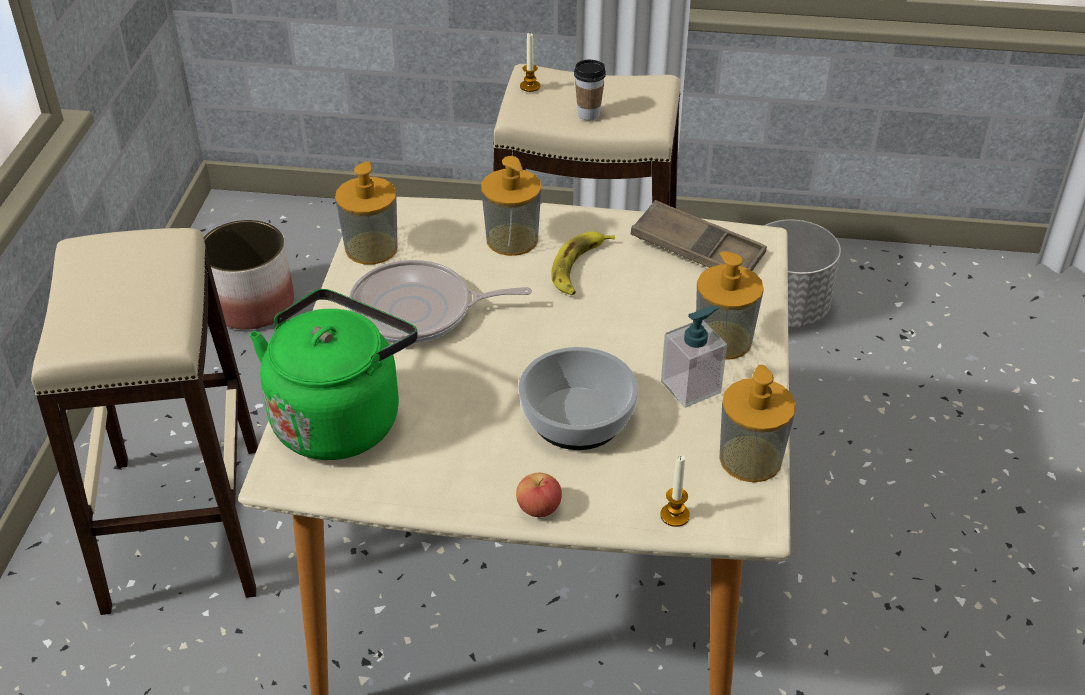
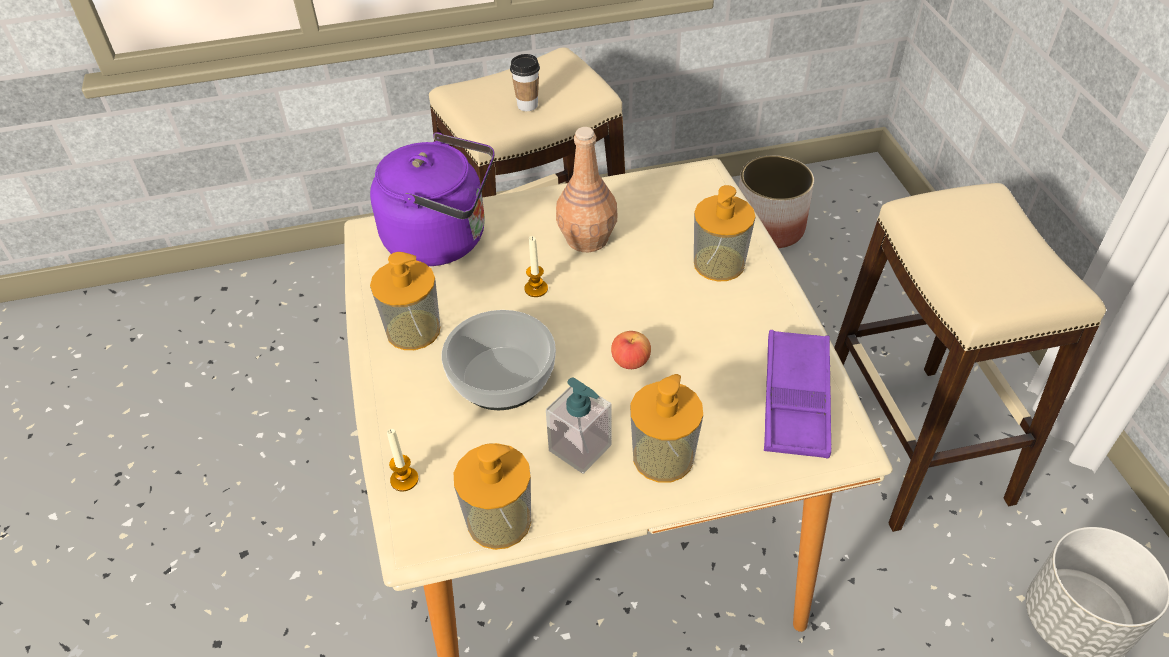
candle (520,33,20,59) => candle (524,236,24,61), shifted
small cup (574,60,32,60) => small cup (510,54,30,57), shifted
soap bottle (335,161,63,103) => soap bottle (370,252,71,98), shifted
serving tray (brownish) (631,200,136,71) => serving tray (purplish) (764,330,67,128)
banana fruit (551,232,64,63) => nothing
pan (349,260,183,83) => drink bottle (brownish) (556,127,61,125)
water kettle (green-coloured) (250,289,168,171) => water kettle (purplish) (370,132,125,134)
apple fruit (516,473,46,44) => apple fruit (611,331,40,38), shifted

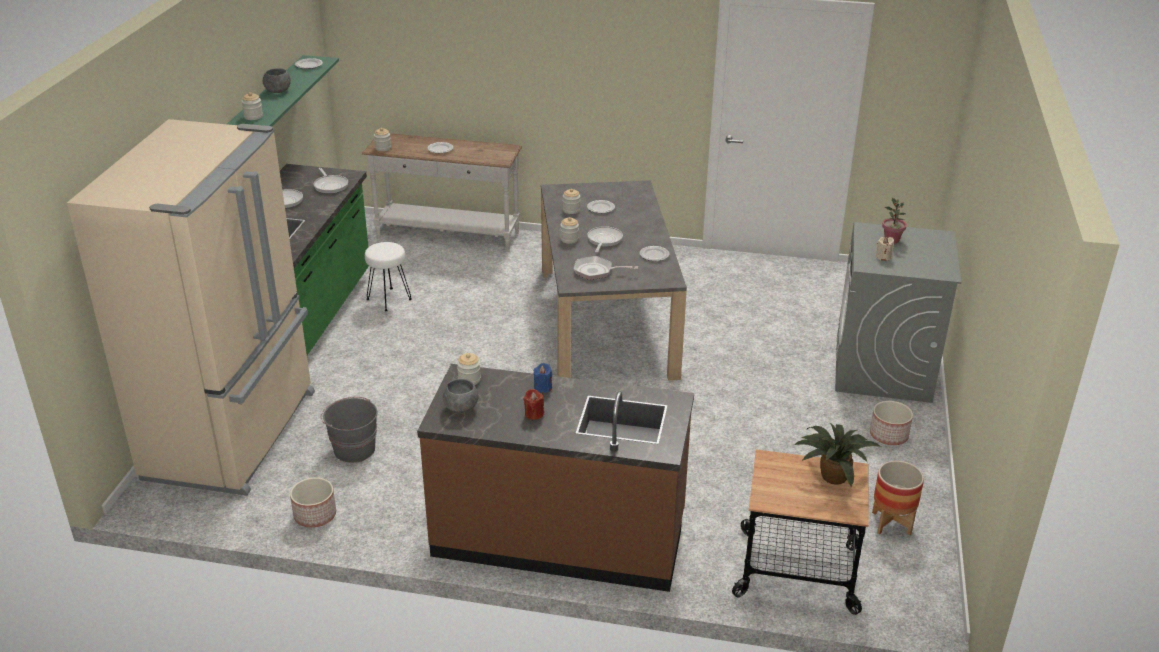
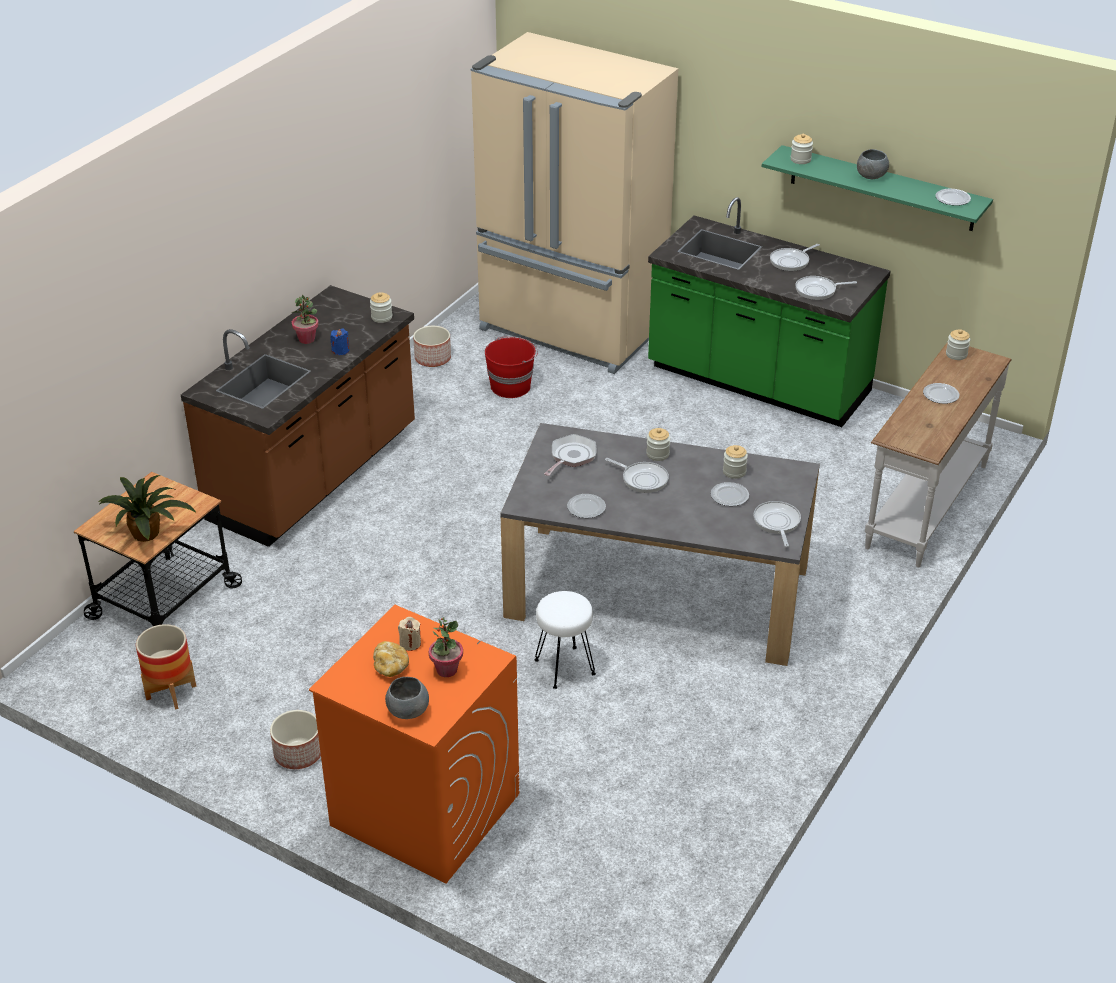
laundry appliance (grey) (835,222,126,181) => laundry appliance (orange-coloured) (309,605,210,278)
stool (whitish) (365,242,47,69) => stool (whitish) (535,591,61,98), shifted
deep dish (grey) (443,379,36,34) => deep dish (grey) (385,677,44,42), shifted
candle (red-coloured) (523,389,21,31) => houseplant (292,295,27,49)
water bucket (grey) (321,397,56,66) => water bucket (red-coloured) (485,336,53,62)
nothing => pan (753,501,48,46)
nothing => baked bread (373,641,36,36)

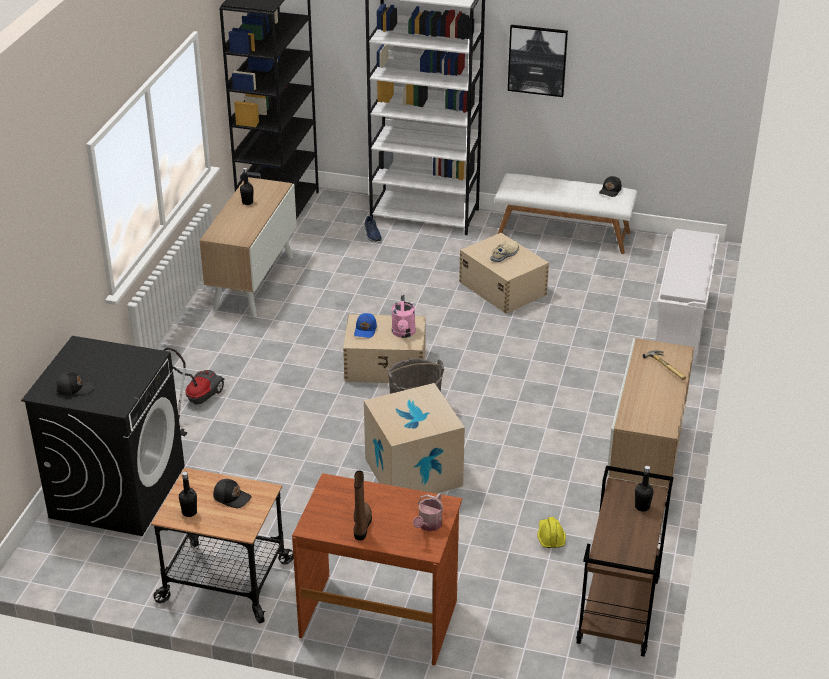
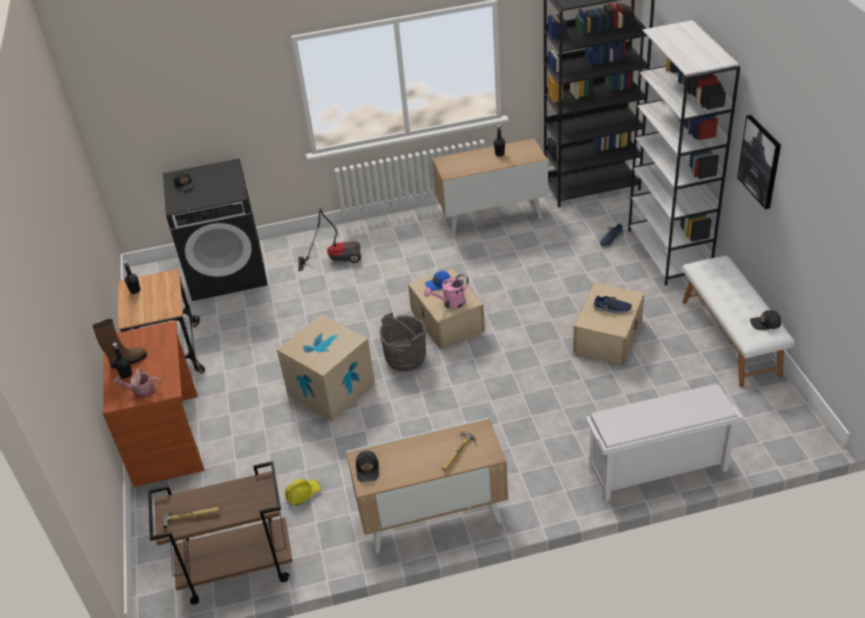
item of footwear (beige) (491,241,28,21) => item of footwear (bluish) (593,296,39,18)
drink bottle (blackish) (635,466,19,46) => drink bottle (blackish) (112,343,20,36), shifted
peaked cap (blackish) (213,479,38,29) => peaked cap (blackish) (356,451,23,31), shifted
nothing => hammer (163,506,57,23)

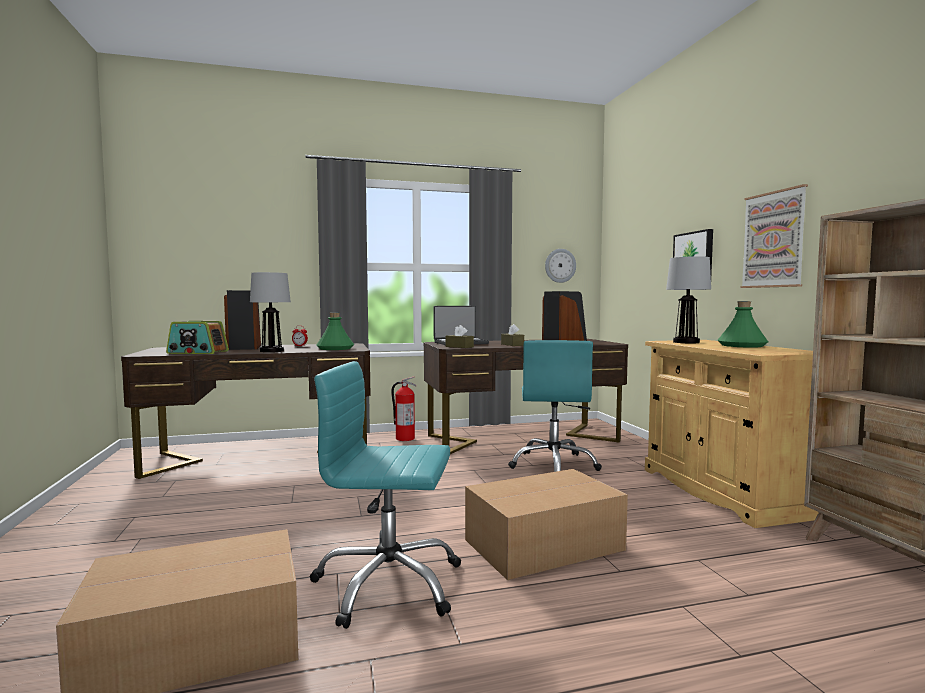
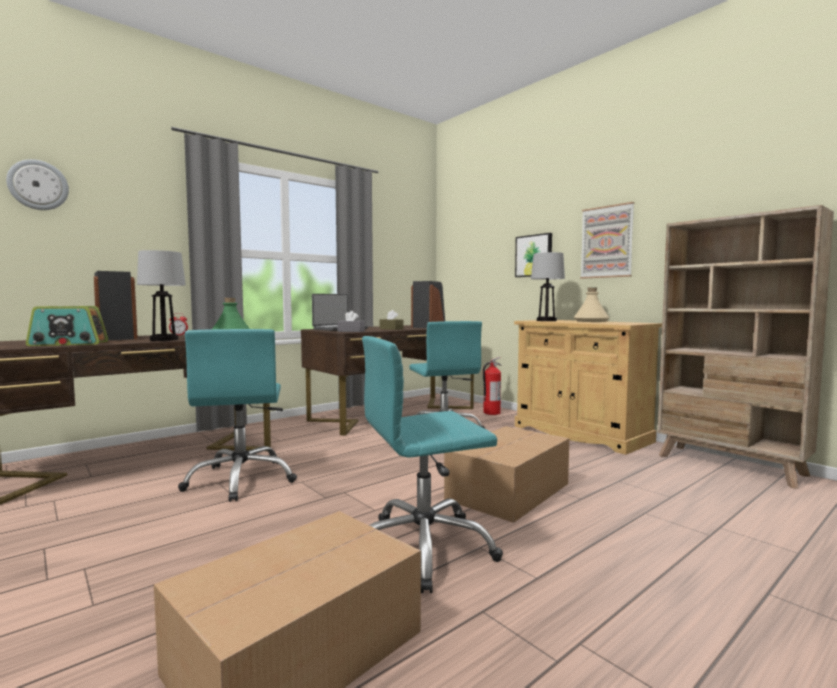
hanging clock (545,249,31,34) => hanging clock (6,159,63,51), shifted
drink bottle (green-coloured) (718,301,50,47) => drink bottle (beige) (573,288,37,34)
box of tissues (brownish) (446,325,28,23) => box of tissues (grey) (337,311,28,21)
fire extinguisher (391,376,26,65) => fire extinguisher (483,357,19,58), shifted
nothing => computer chair (turquoise) (178,329,119,173)

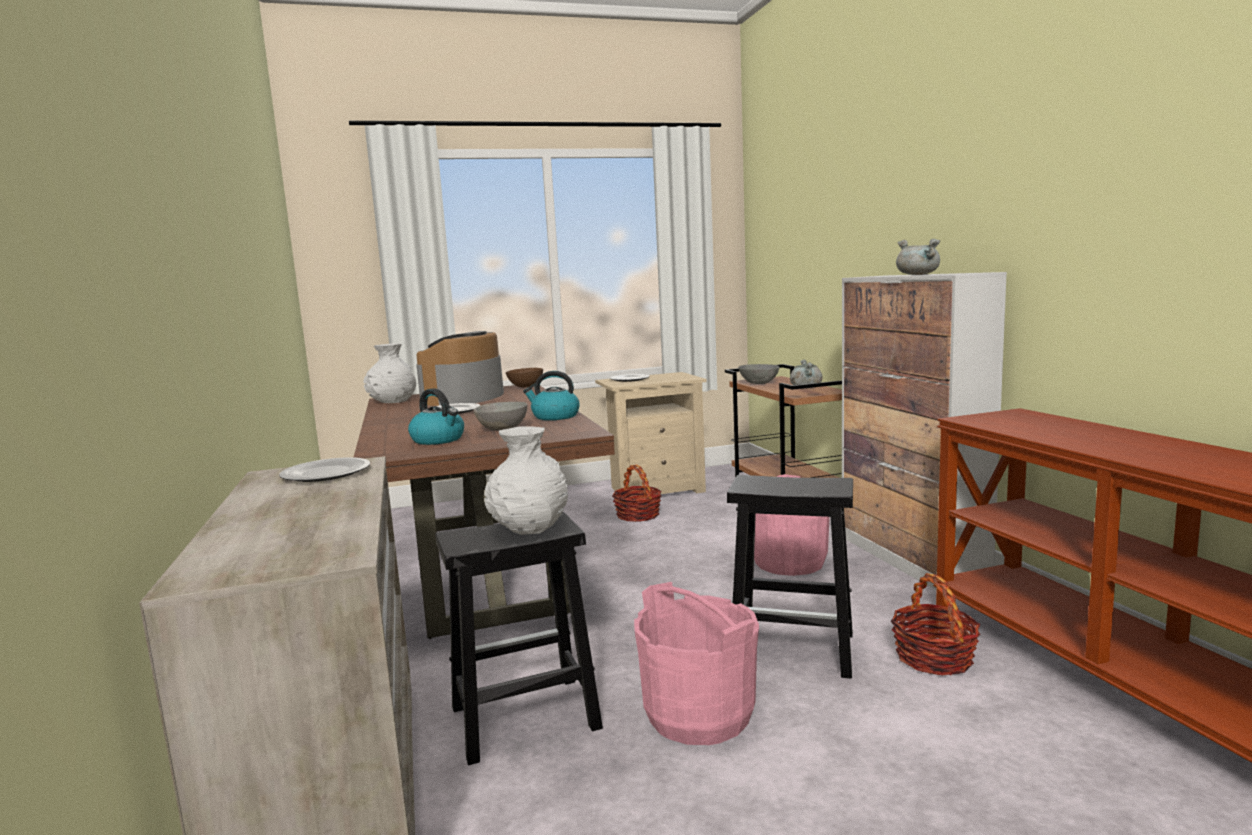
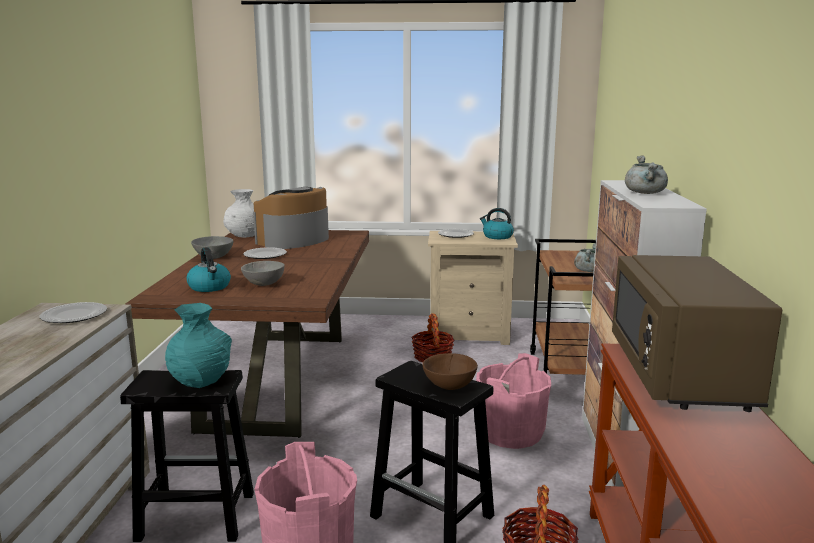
deep dish (grey) (738,364,41,20) => deep dish (grey) (191,236,42,23), shifted
deep dish (brownish) (506,368,37,20) => deep dish (brownish) (422,353,56,37), shifted
water kettle (523,371,57,49) => water kettle (480,208,34,31), shifted
decorative vase (whitish) (484,426,84,109) => decorative vase (turquoise) (165,303,67,85)
nothing => kitchen microwave (brownish) (612,255,170,157)

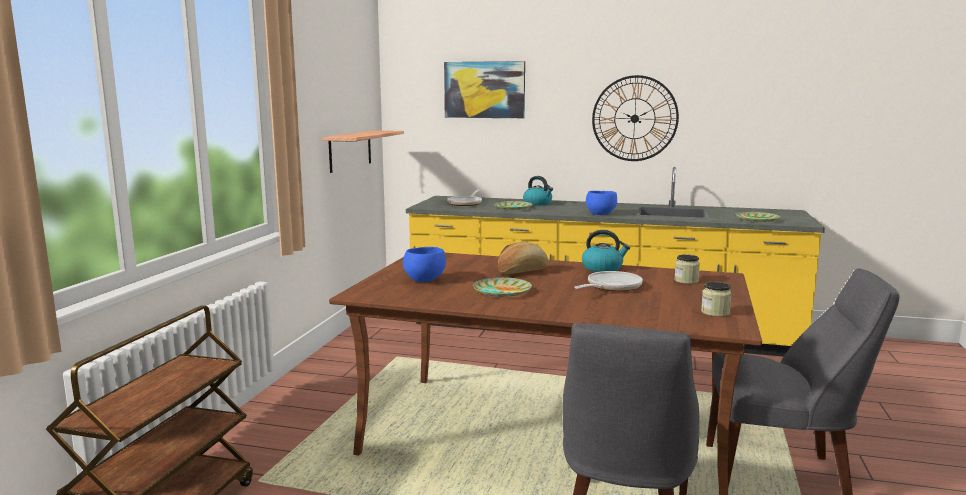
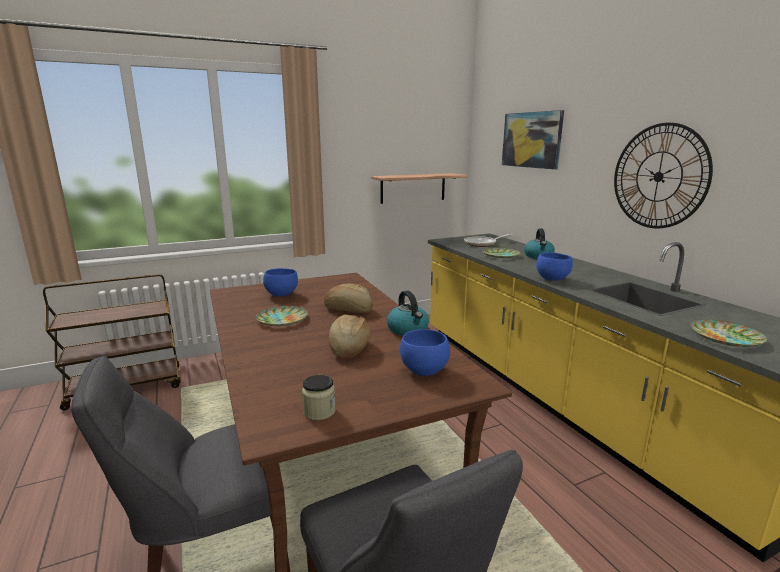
preserve jar (674,254,26,30) => deep dish (bluish) (400,329,50,47)
pan (574,271,69,20) => baked bread (329,314,41,44)

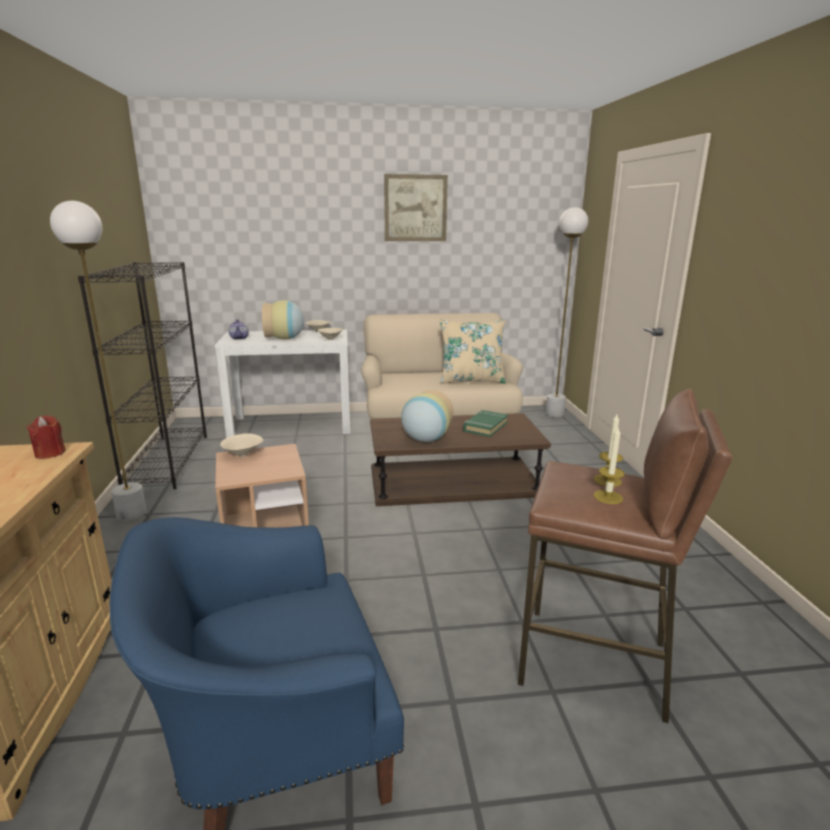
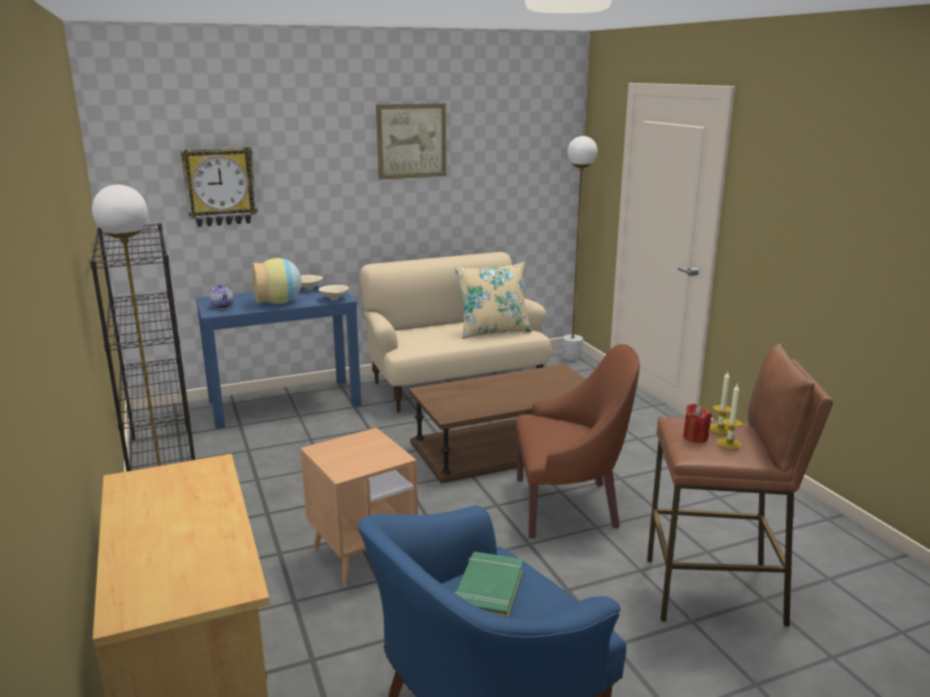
console table (whitish) (215,330,135,108) => console table (bluish) (196,283,165,146)
decorative vase (401,390,52,52) => nothing
volume (green-coloured) (463,410,45,27) => volume (green-coloured) (454,552,70,66), shifted
candle (red-coloured) (26,416,40,43) => candle (red-coloured) (683,403,28,40), shifted
deep dish (beige) (220,434,43,23) => nothing
nothing => hanging clock (181,147,77,80)
nothing => armchair (brownish) (515,344,125,194)

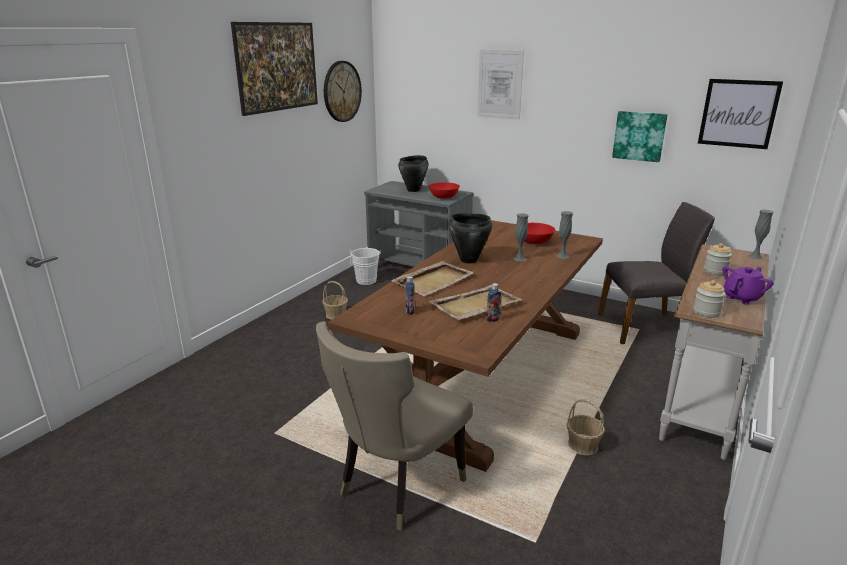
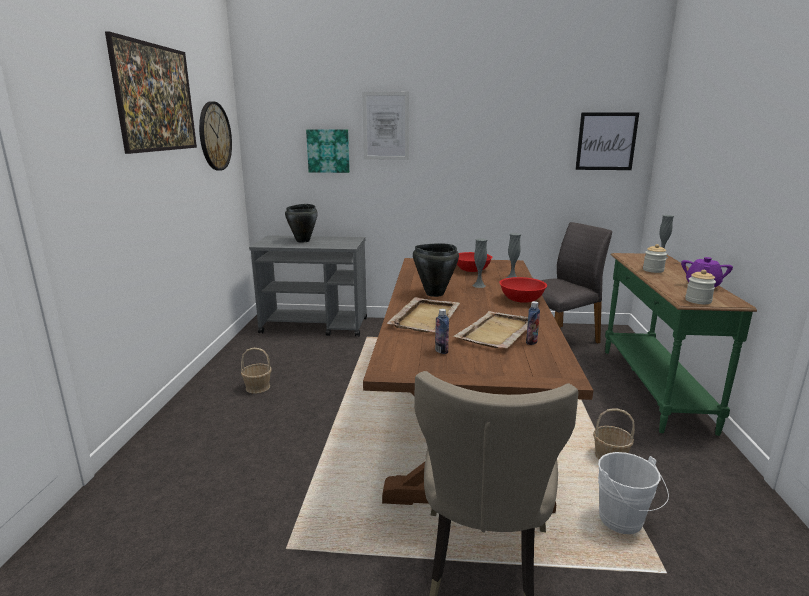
picture (612,111,56,51) => picture (306,129,44,44), shifted
deep dish (red-coloured) (429,182,31,17) => deep dish (red-coloured) (499,277,48,26), shifted
console table (whitish) (659,244,110,216) => console table (green-coloured) (605,253,152,183)
water bucket (whitish) (350,248,31,37) => water bucket (whitish) (598,452,71,82), shifted

